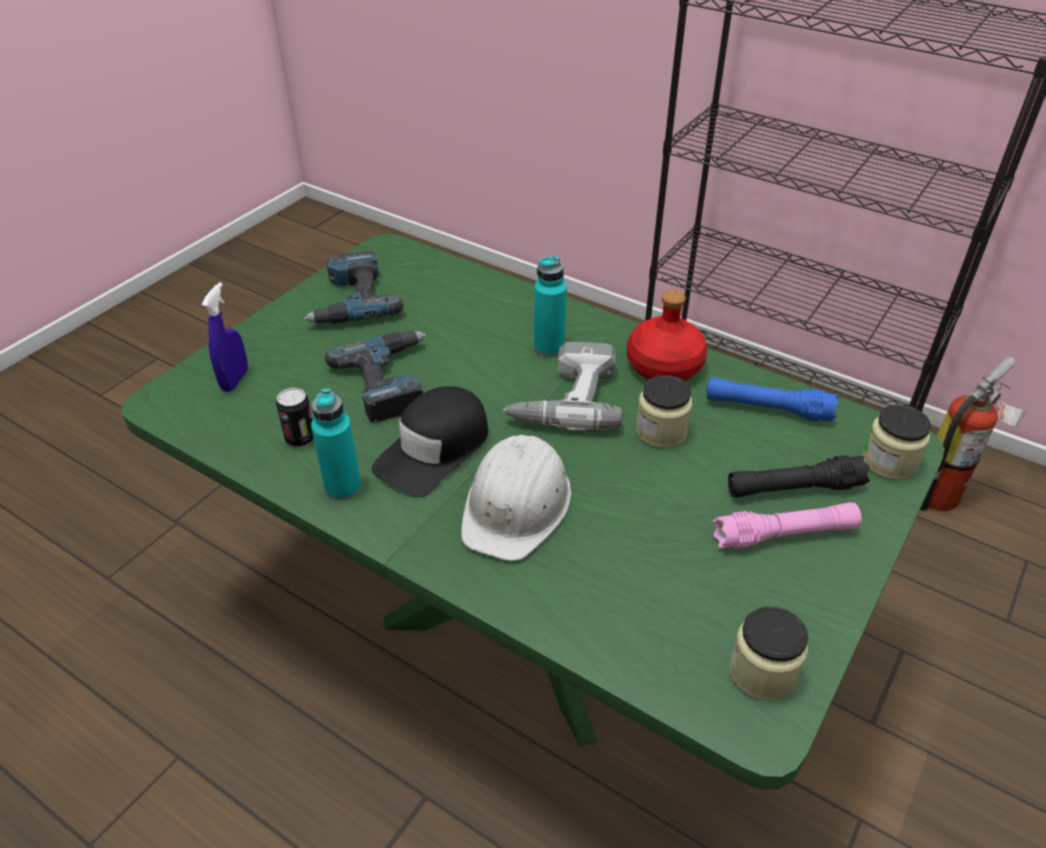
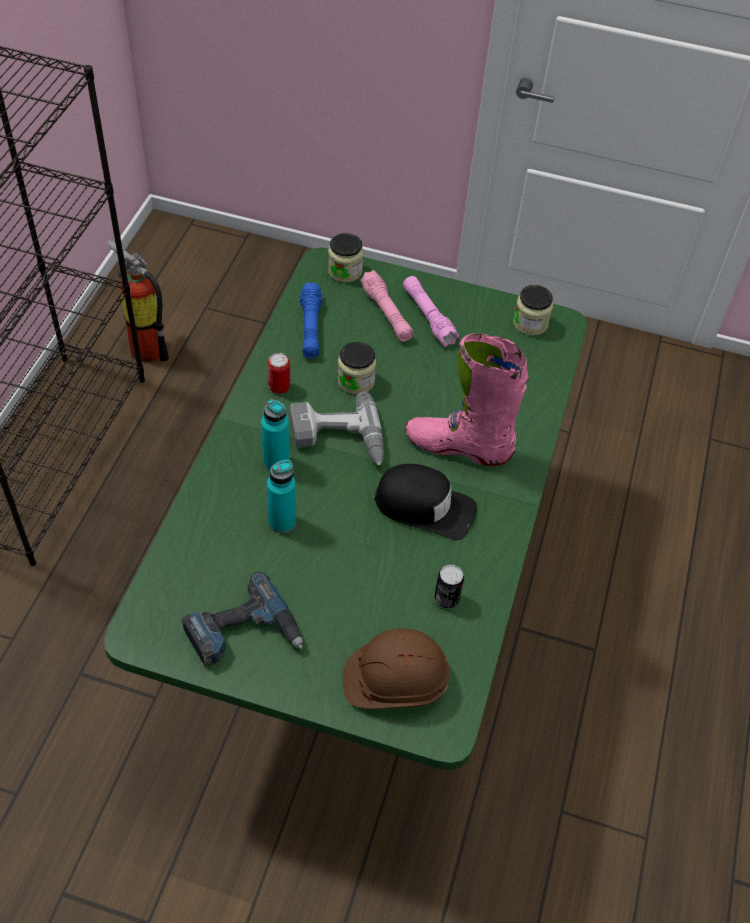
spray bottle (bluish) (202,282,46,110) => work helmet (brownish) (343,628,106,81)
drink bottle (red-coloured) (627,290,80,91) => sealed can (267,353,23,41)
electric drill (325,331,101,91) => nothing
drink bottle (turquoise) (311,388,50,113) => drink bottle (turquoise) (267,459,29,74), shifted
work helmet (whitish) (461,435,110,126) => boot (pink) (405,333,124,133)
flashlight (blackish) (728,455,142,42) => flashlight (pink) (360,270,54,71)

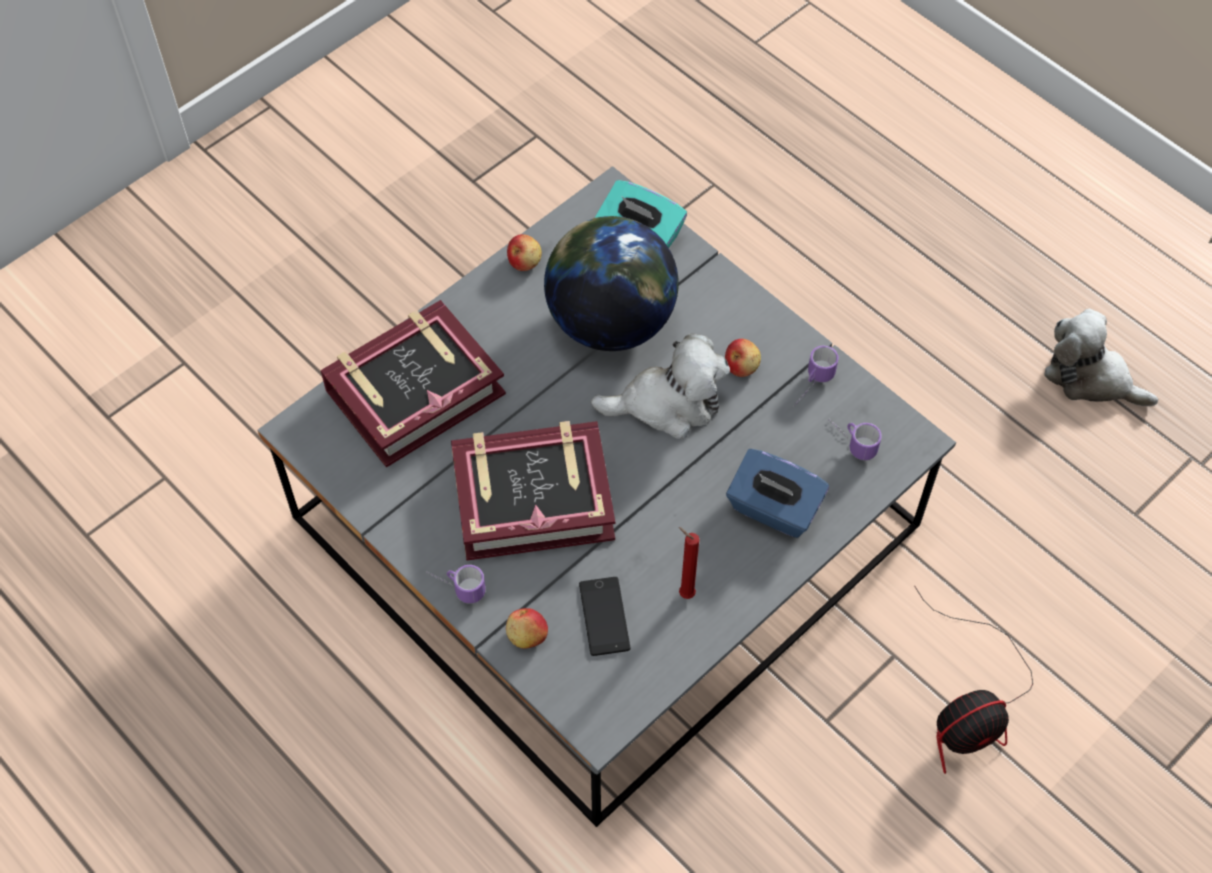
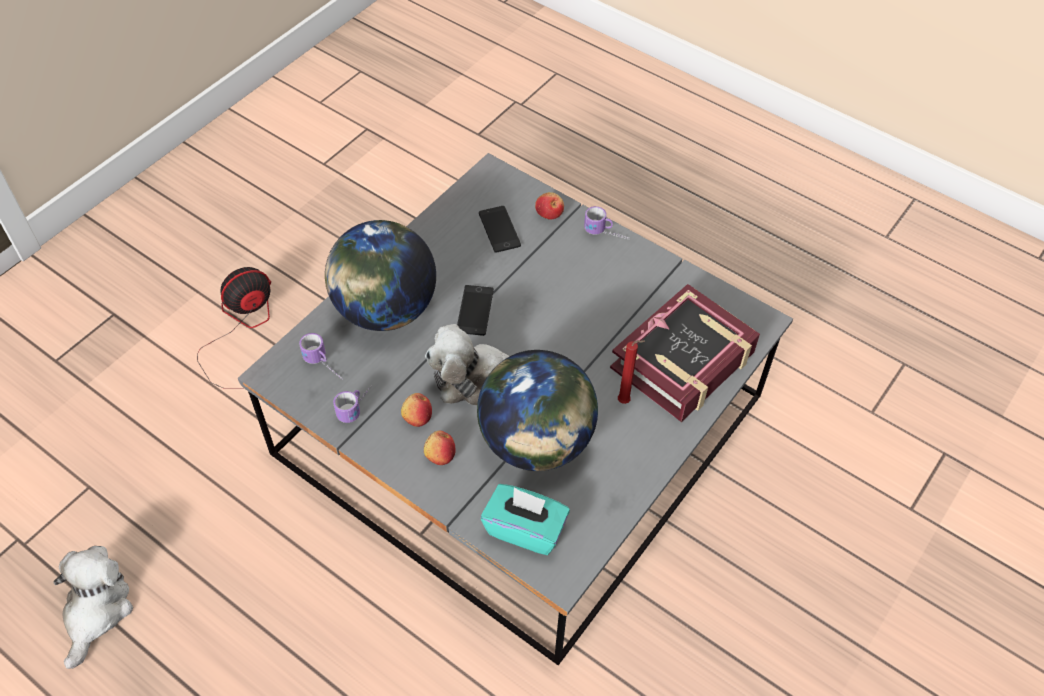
apple fruit (507,234,35,37) => apple fruit (424,431,31,34), shifted
soft toy (1044,309,114,97) => soft toy (53,546,80,123), 105 degrees counterclockwise
volume (451,421,164,140) => nothing
box of tissues (bluish) (726,449,103,89) => globe (325,220,111,111)
candle (red-coloured) (679,527,20,72) => candle (red-coloured) (618,340,27,64), shifted
nothing => handset (457,285,37,51)

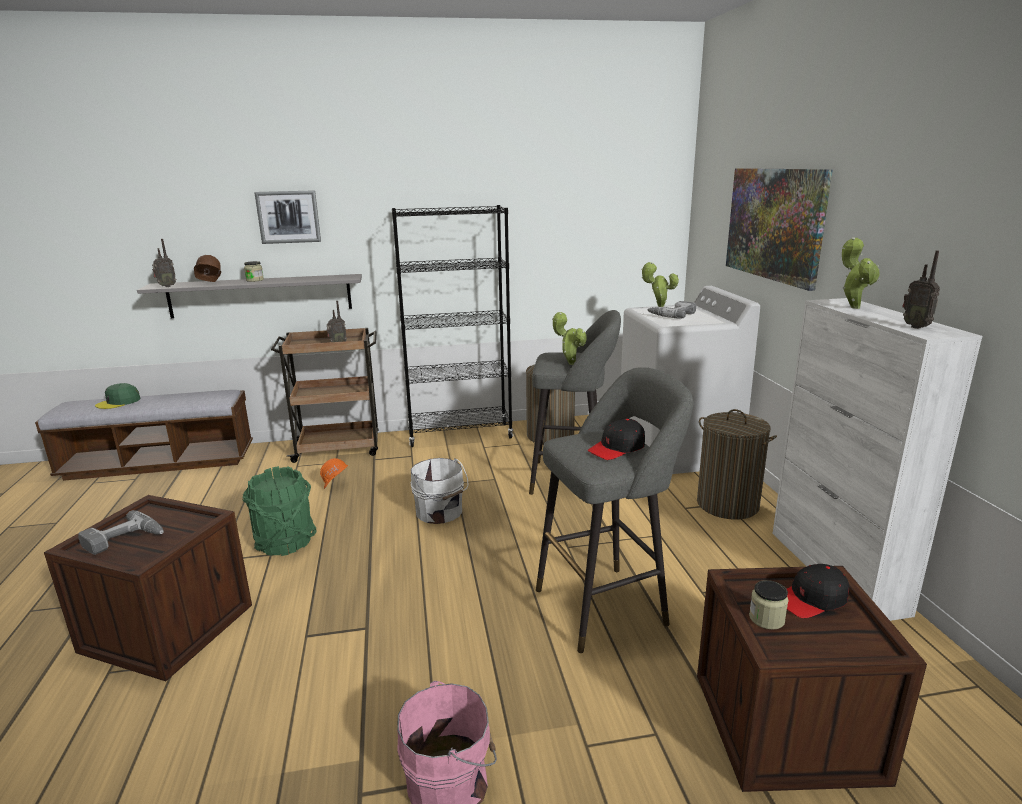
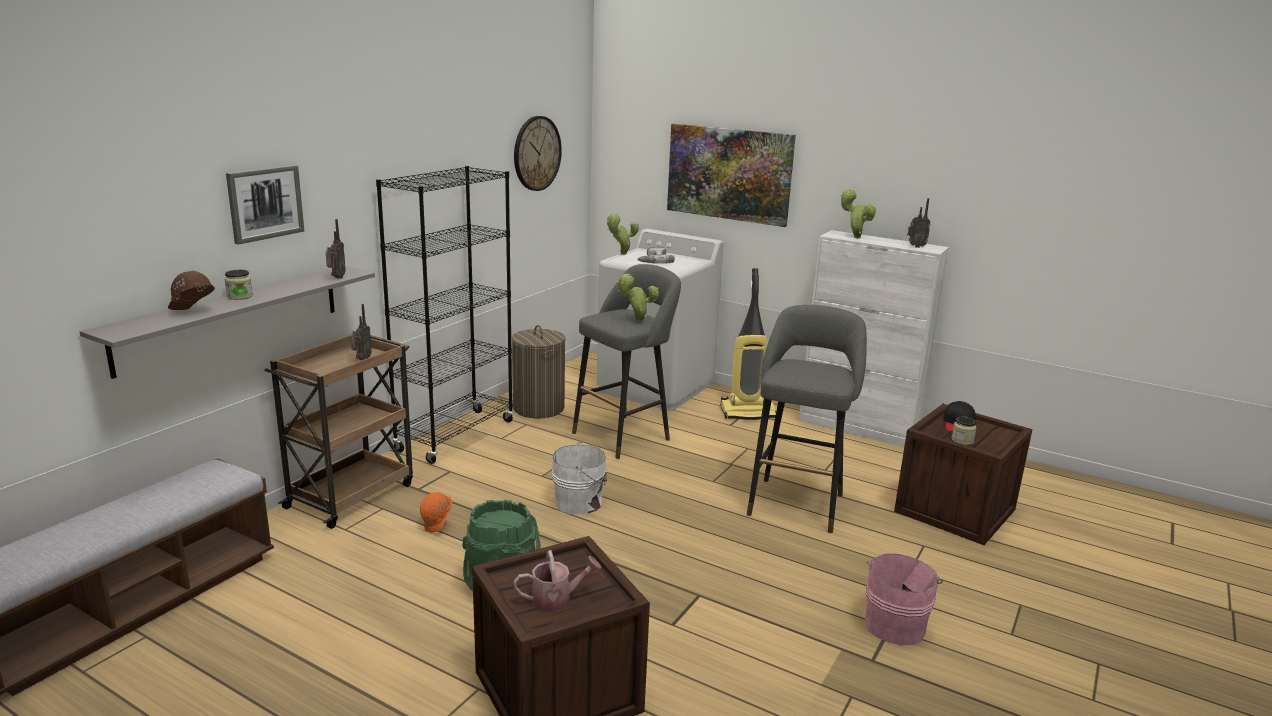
radio (152,239,24,48) => radio (326,219,20,60), shifted
peaked cap (green-coloured) (95,383,45,26) => nothing
hamper (697,409,80,111) => vacuum (720,268,56,152)
peaked cap (blackish) (588,419,57,41) => nothing
electric drill (78,510,86,45) => watering can (514,550,87,62)
nothing => hanging clock (514,116,48,75)

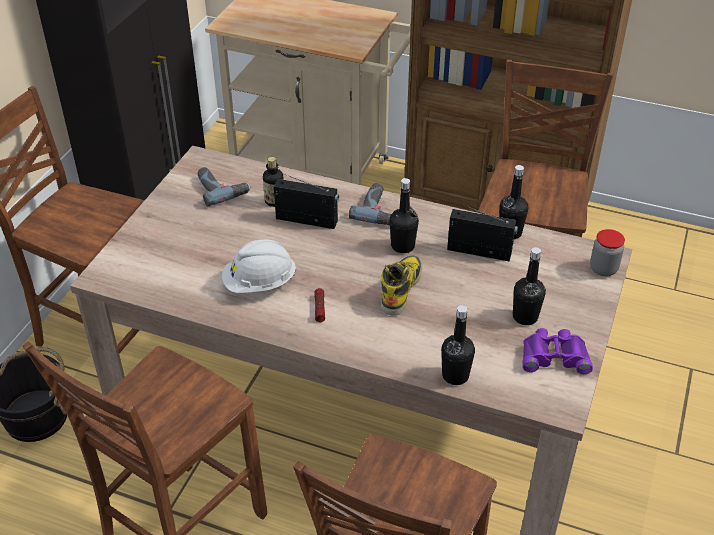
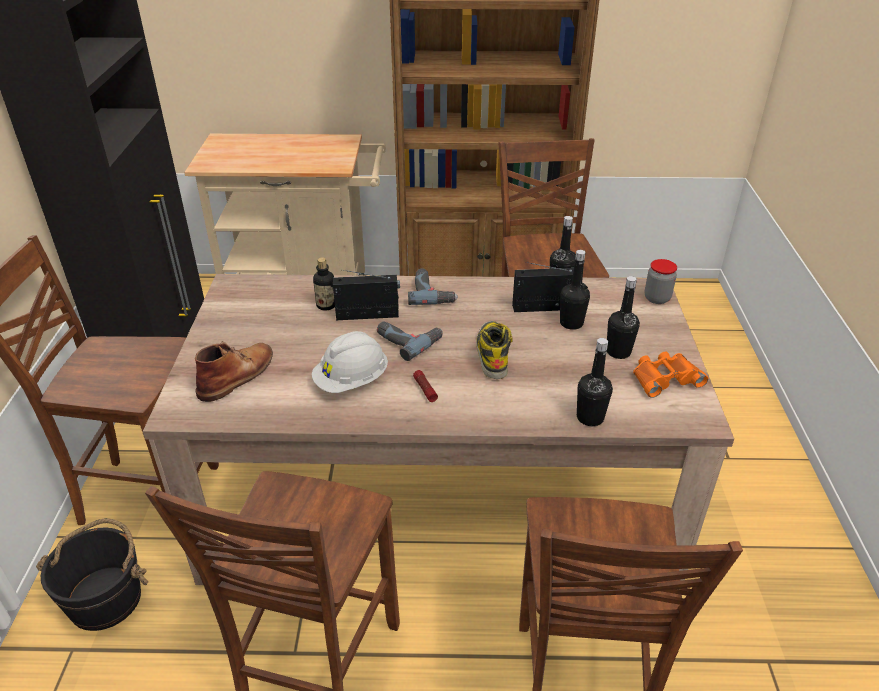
electric drill (197,167,54,40) => electric drill (377,321,66,40), shifted
drink bottle (blackish) (390,178,29,75) => drink bottle (blackish) (560,250,30,80), shifted
binoculars (purplish) (522,328,71,46) => binoculars (orange-coloured) (633,352,75,46)
nothing => boot (brownish) (195,341,78,61)

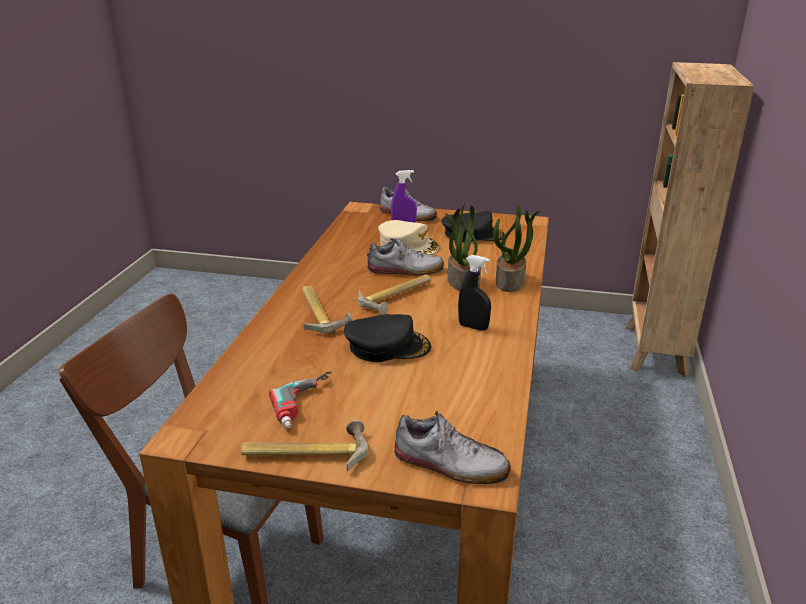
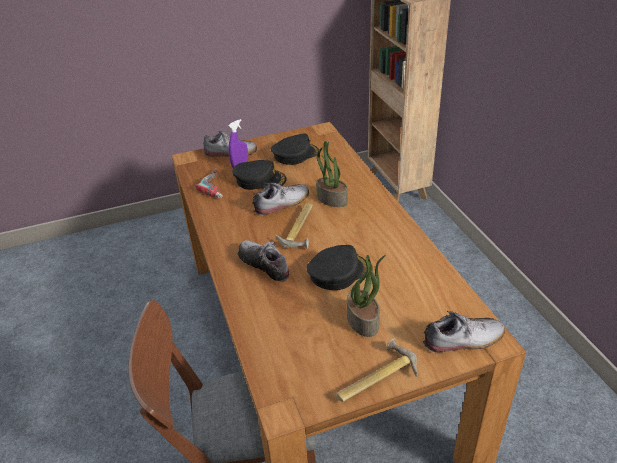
houseplant (493,203,48,89) => houseplant (347,255,39,82), shifted
peaked cap (beige) (378,220,61,34) => peaked cap (blackish) (232,160,54,30)
spray bottle (blackish) (458,255,33,76) => nothing
hammer (302,286,51,47) => item of footwear (238,240,51,42)
electric drill (269,371,63,58) => electric drill (196,168,27,30), shifted

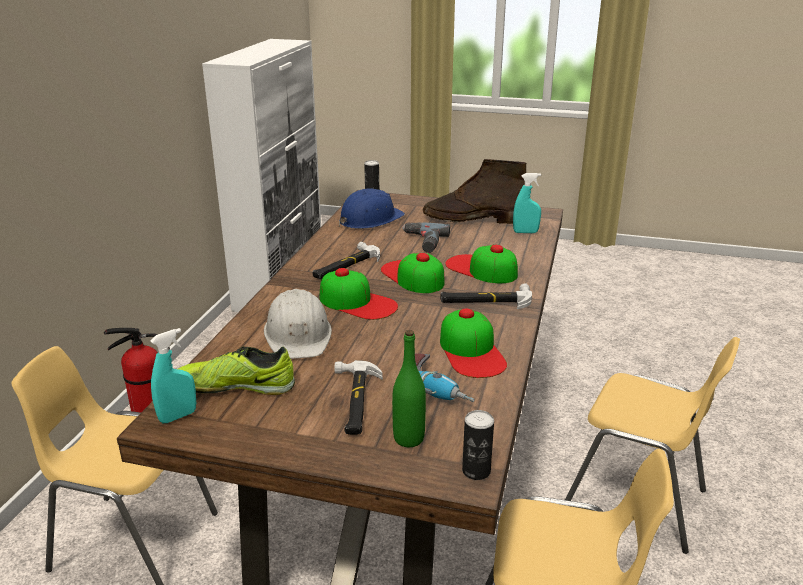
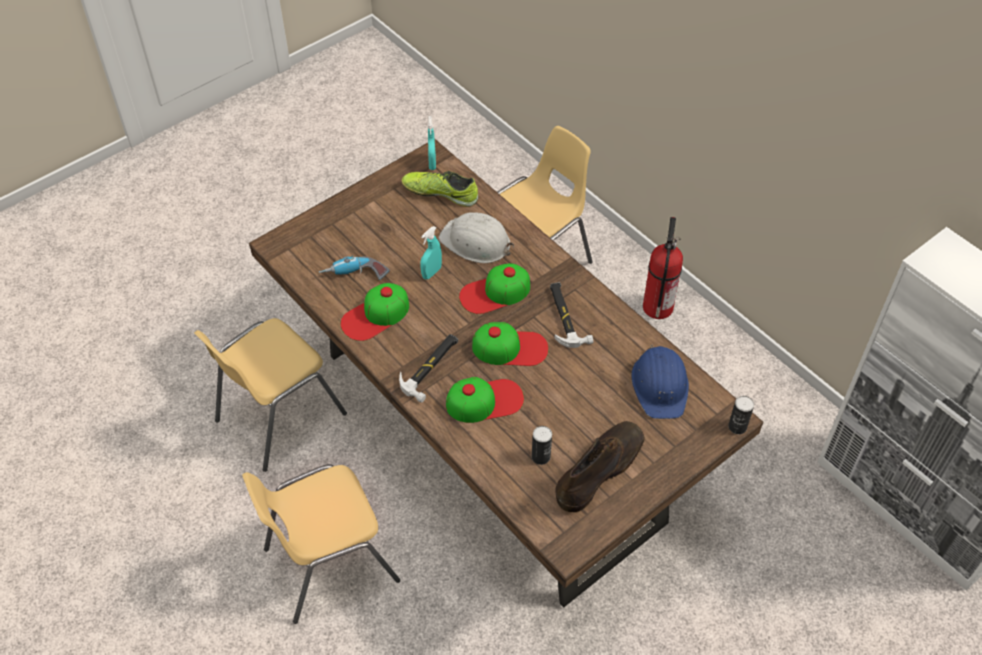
spray bottle (turquoise) (513,173,28,60) => spray bottle (turquoise) (420,226,22,54), shifted
electric drill (402,222,48,31) => nothing
peaked cap (440,309,67,69) => peaked cap (341,283,68,58), 60 degrees counterclockwise
drink bottle (green-coloured) (392,330,34,117) => nothing
item of footwear (178,346,117,49) => item of footwear (402,171,76,36), 105 degrees counterclockwise
hammer (335,360,48,75) => nothing
sealed can (462,410,32,70) => sealed can (532,426,20,39), shifted

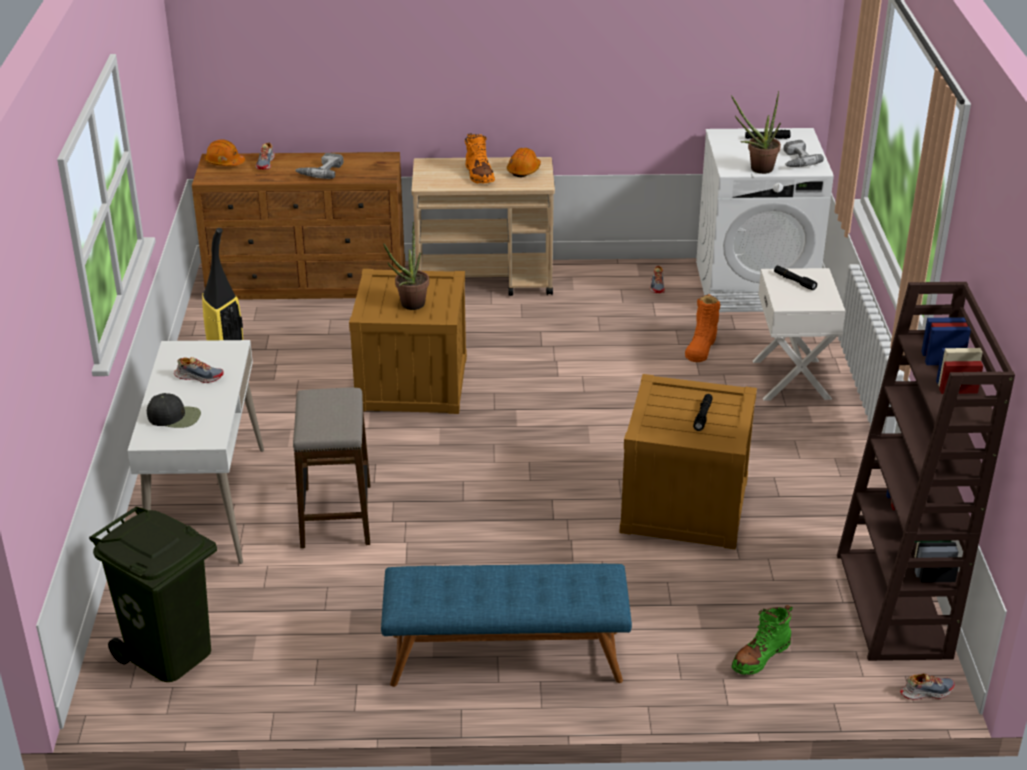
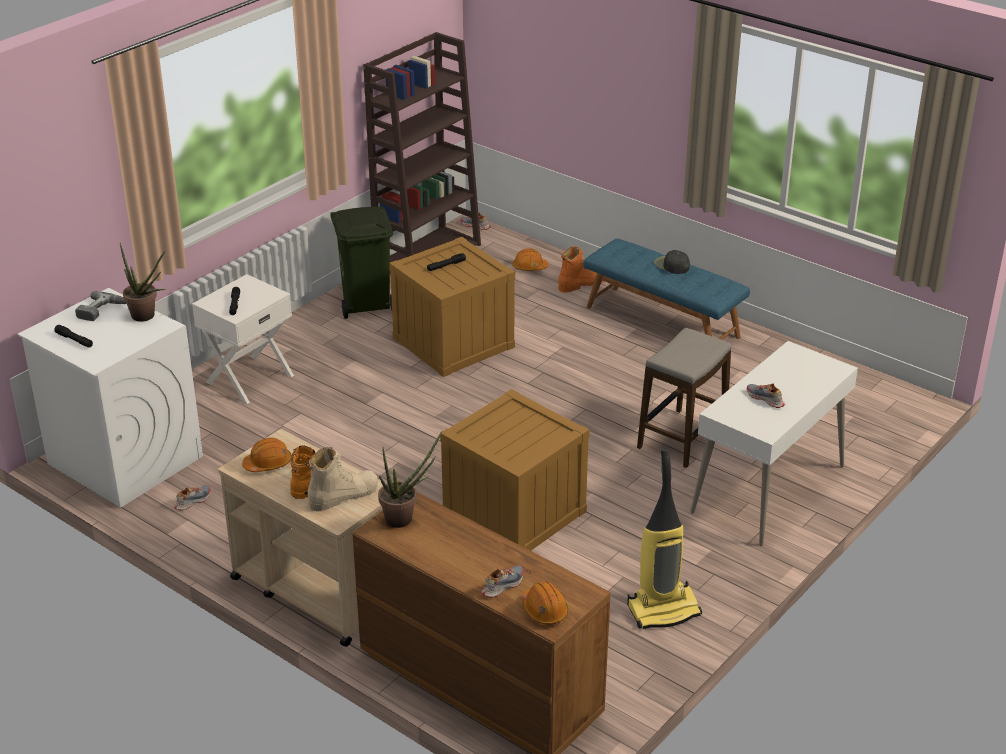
electric drill (295,153,49,26) => nothing
houseplant (383,222,46,88) => houseplant (378,431,64,97), shifted
boot (orange-coloured) (685,294,35,68) => boot (orange-coloured) (558,246,46,47), shifted
peaked cap (blackish) (147,393,54,35) => peaked cap (blackish) (654,250,36,24), shifted
rubbish bin (green-coloured) (89,506,128,176) => rubbish bin (green-coloured) (330,207,63,112), shifted
boot (green-coloured) (731,605,62,70) => work helmet (orange-coloured) (513,248,35,23)
nothing => boot (beige) (308,447,70,64)

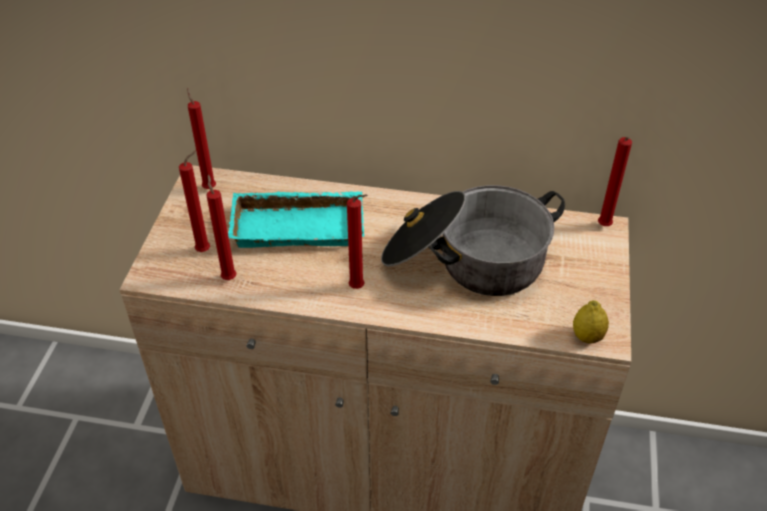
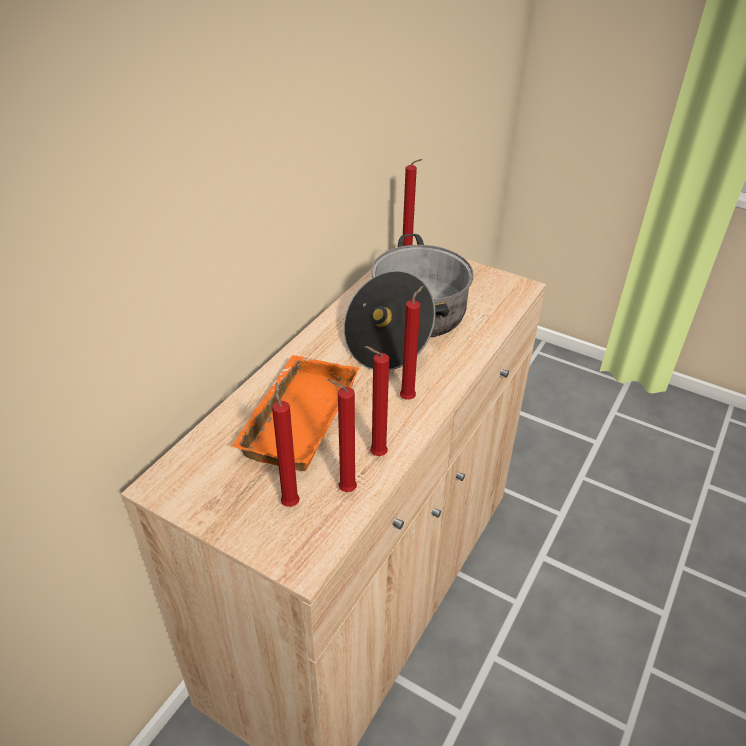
candle (red-coloured) (187,87,29,102) => candle (red-coloured) (364,346,25,110), shifted
serving tray (turquoise) (228,191,136,57) => serving tray (orange-coloured) (231,355,128,116)
citrus fruit (573,300,36,44) => nothing

